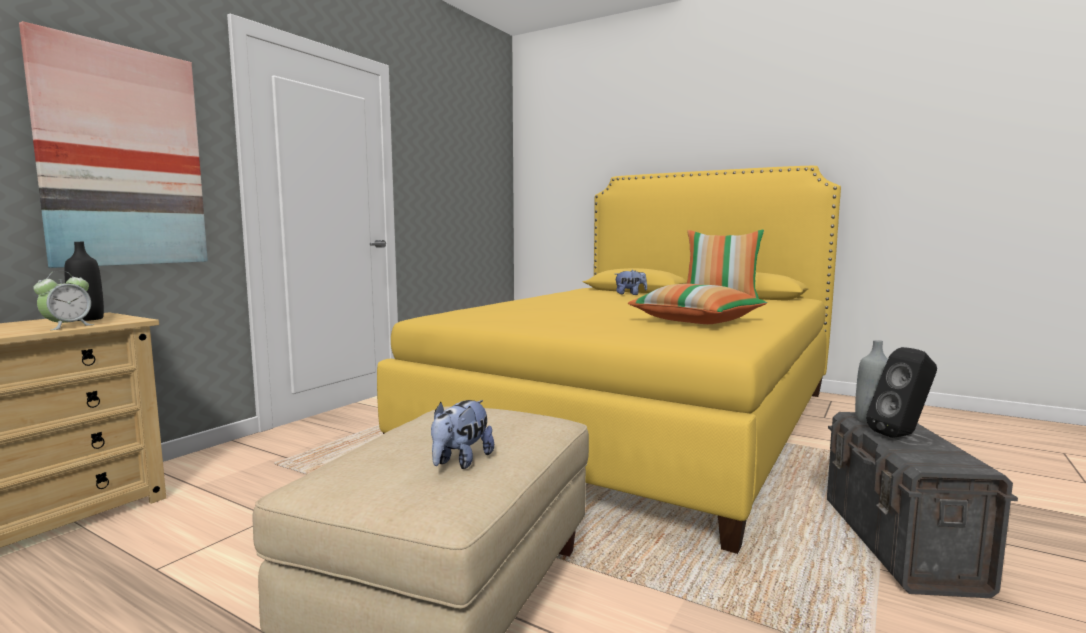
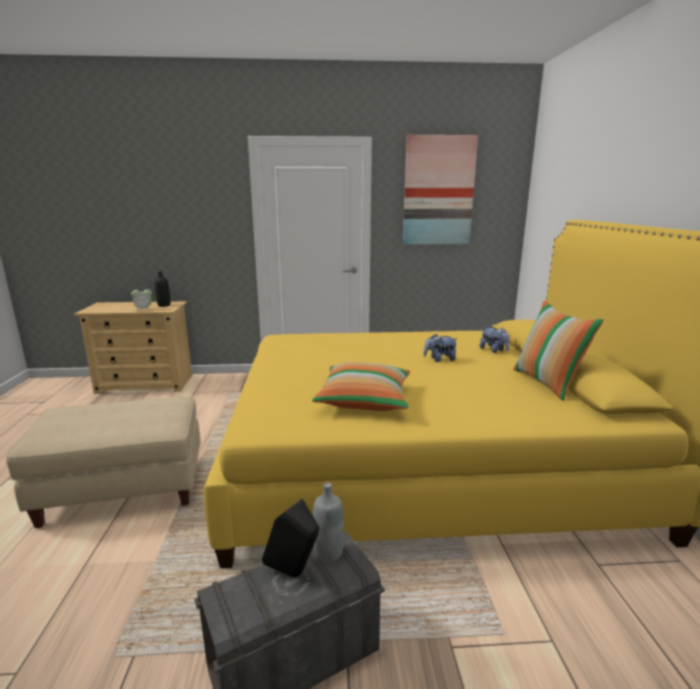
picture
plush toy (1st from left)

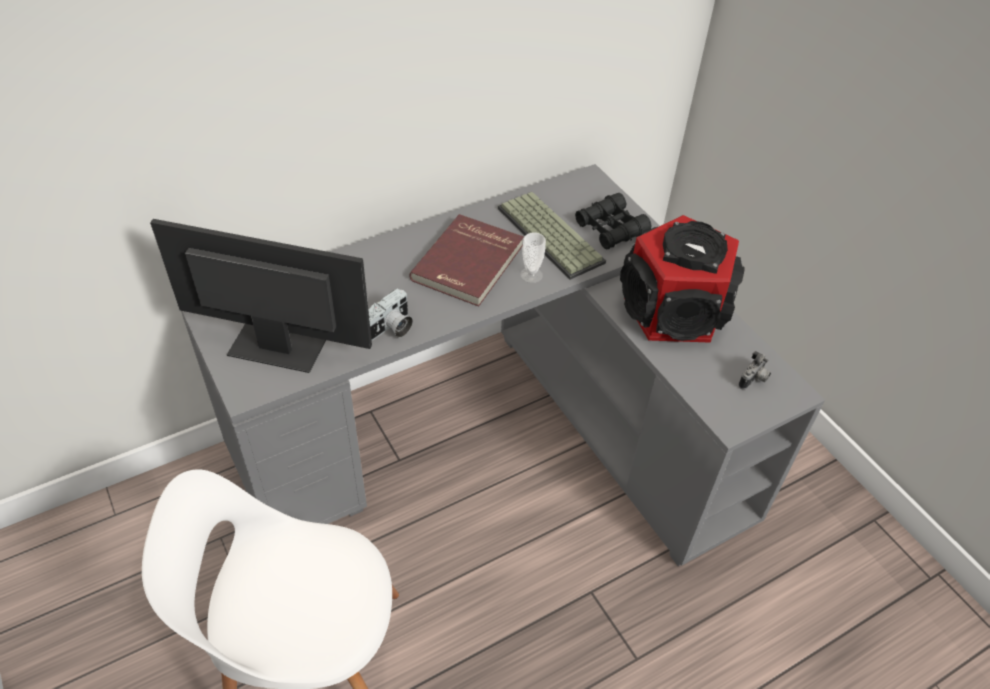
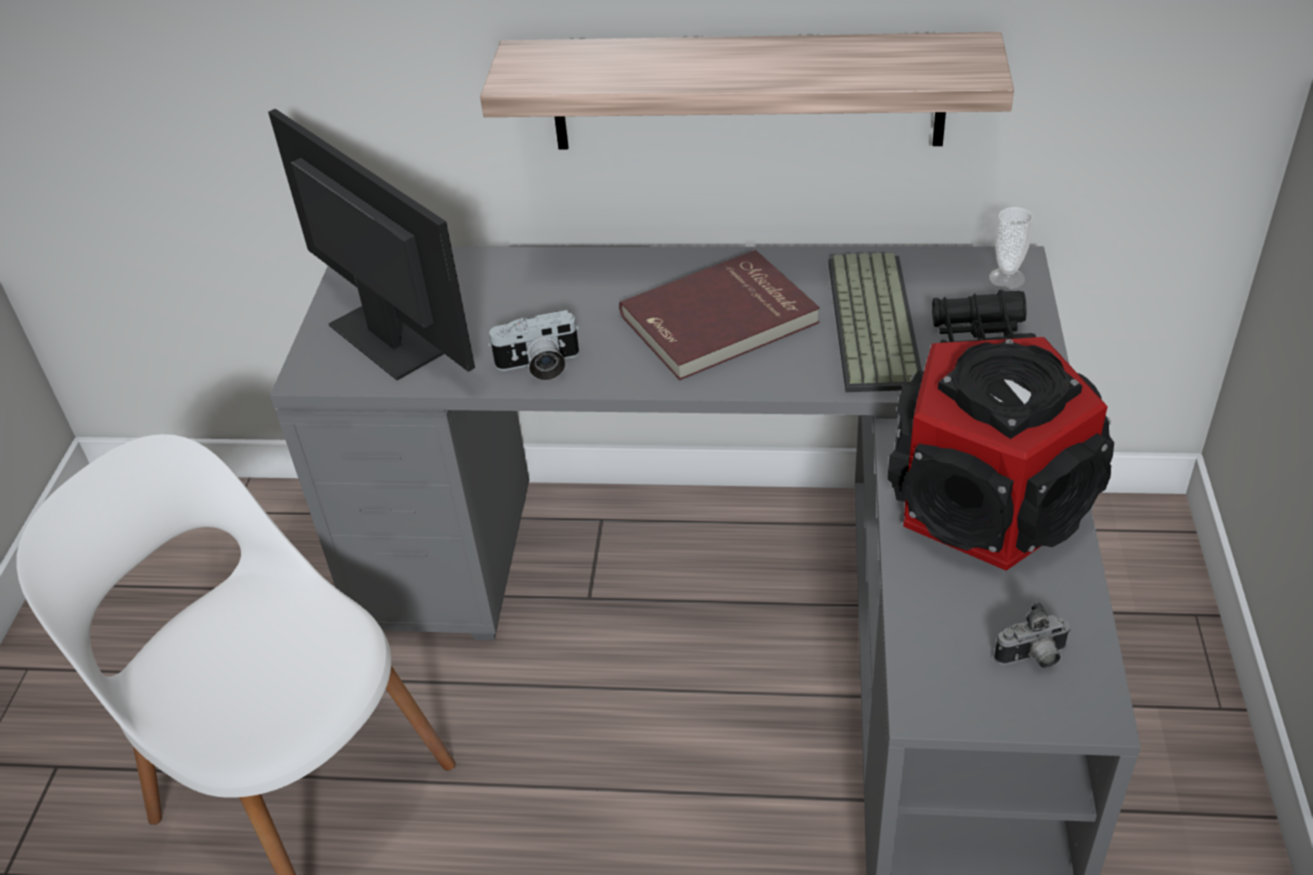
cup
shelf

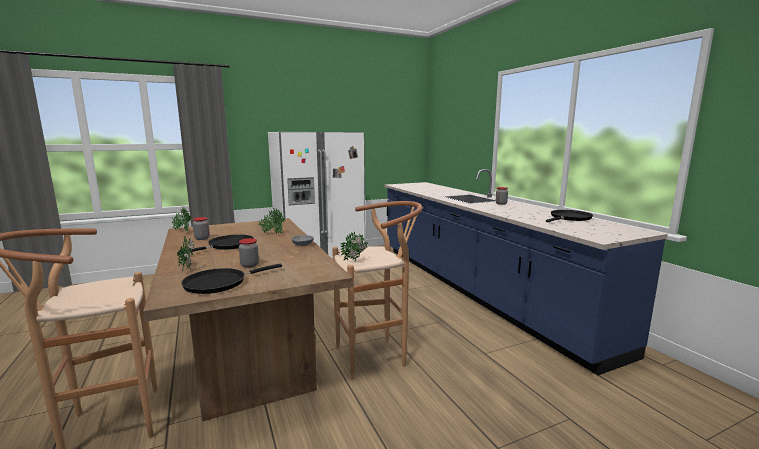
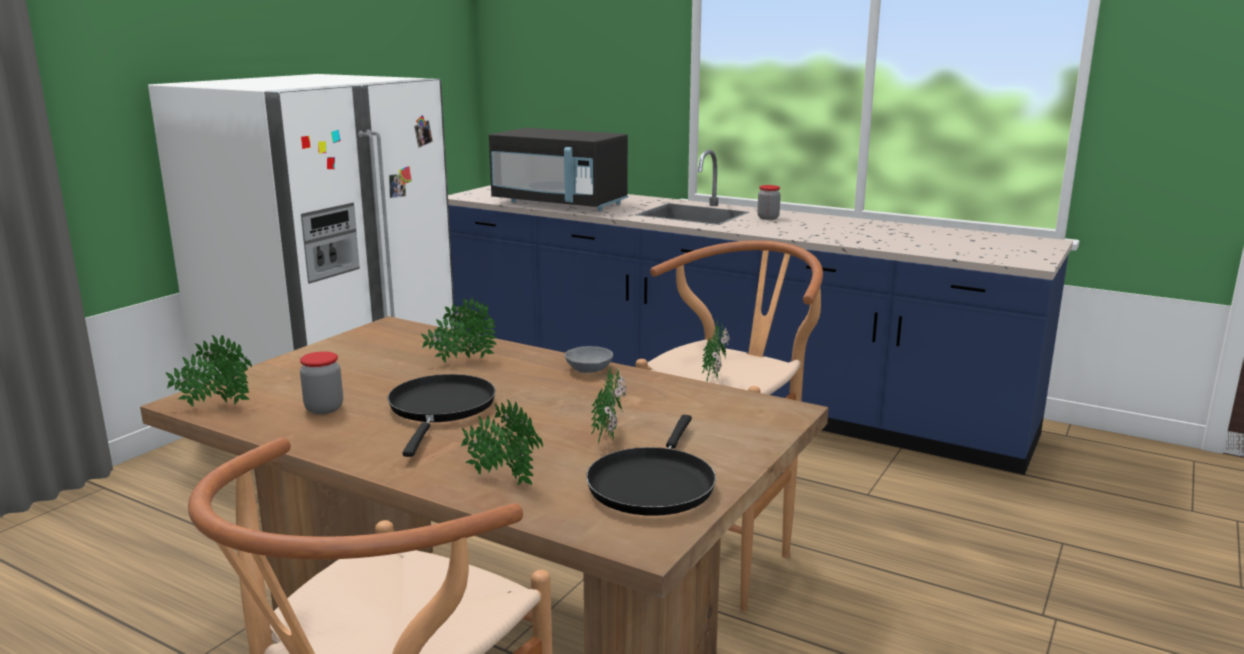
potted plant (4th from left)
frying pan (black) (3rd from left in the first image)
microwave (black)

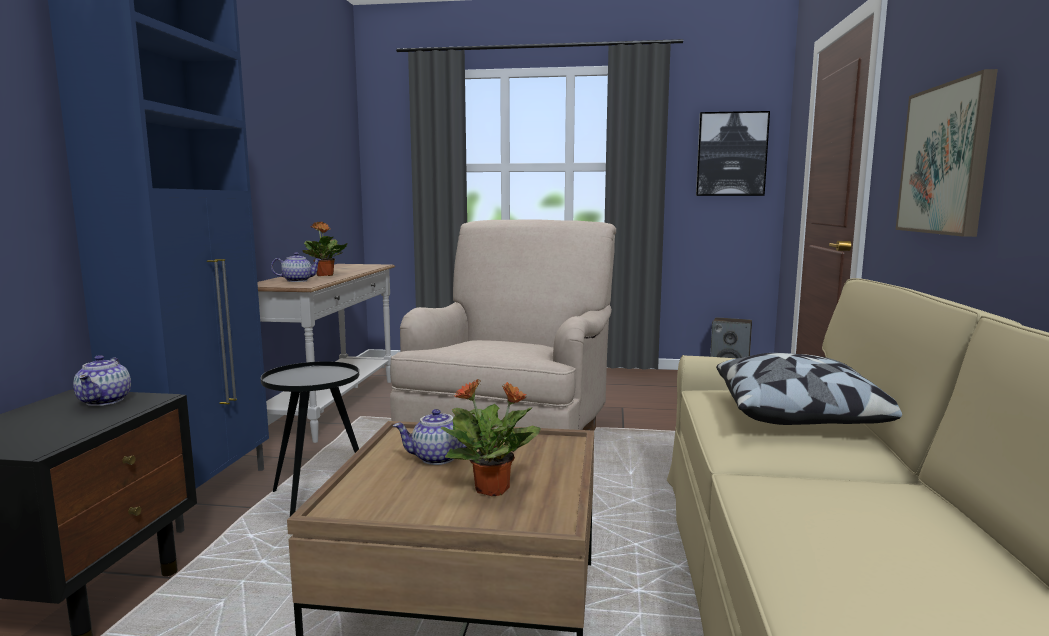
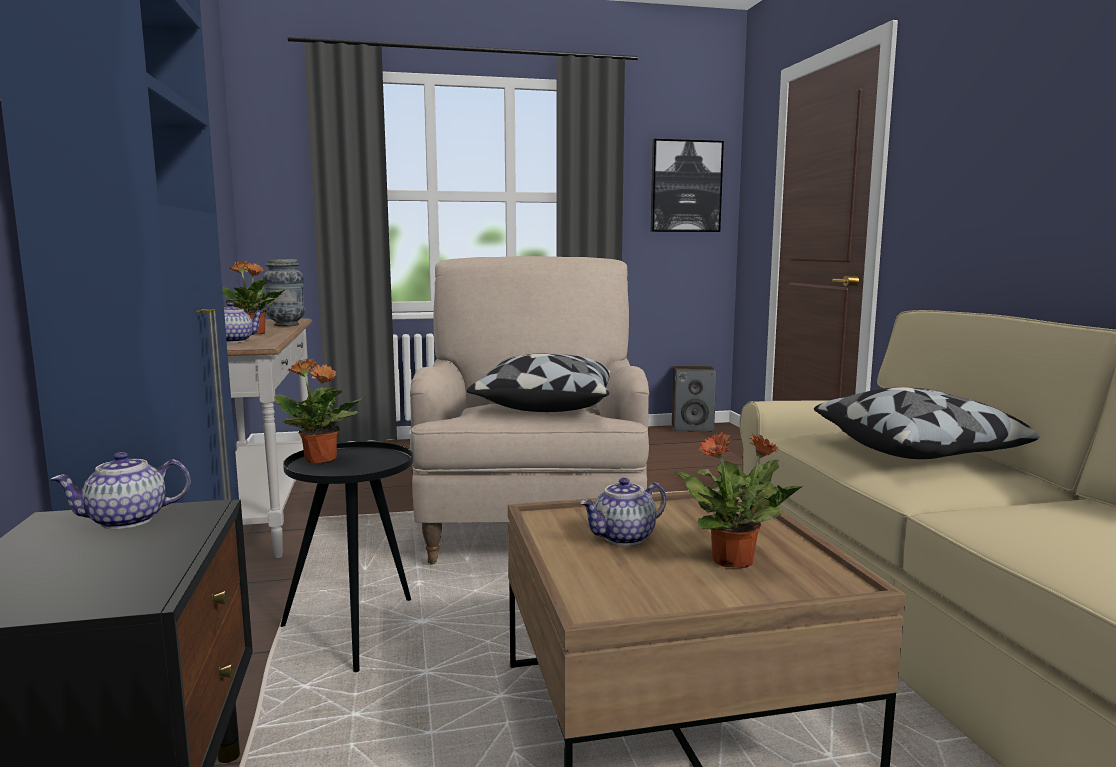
teapot (1st from left)
picture (2nd from left in the first image)
vase
potted plant (2nd from left)
pillow (1st from left)

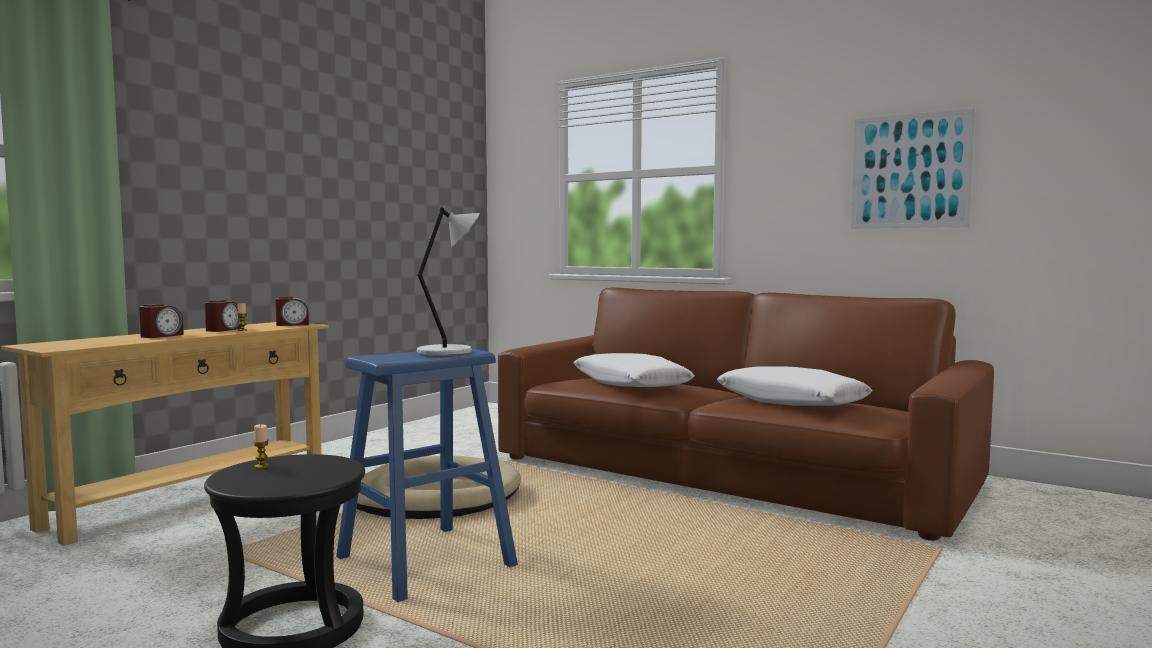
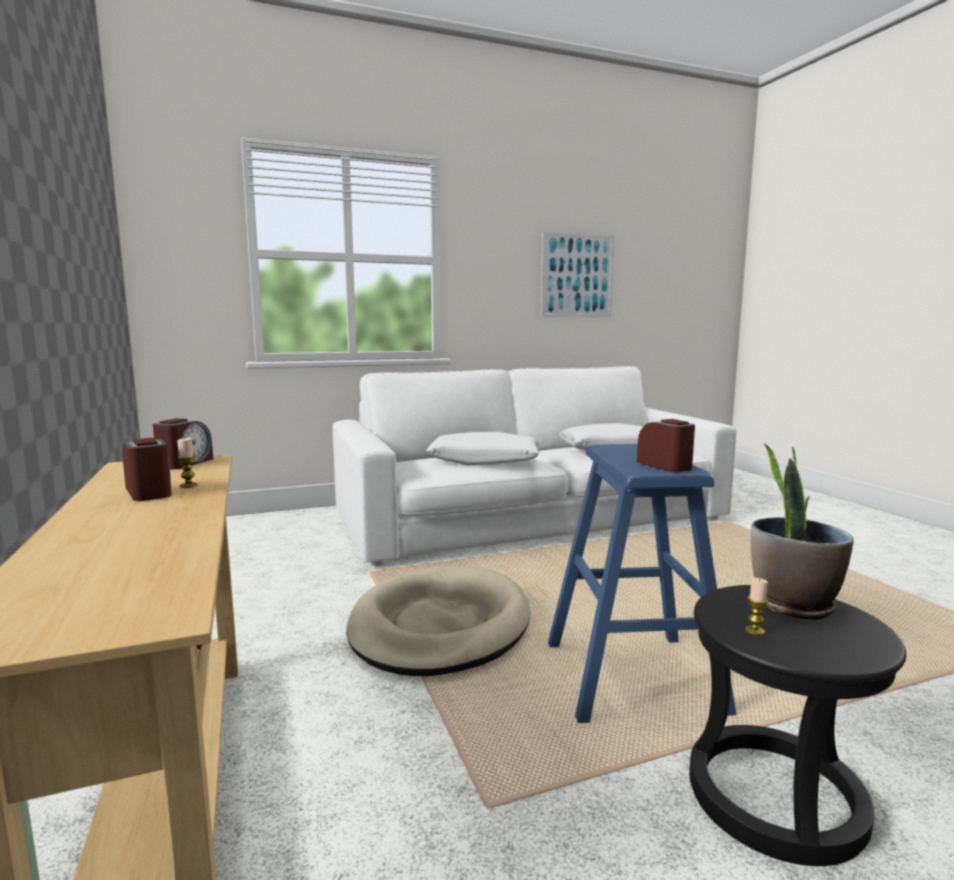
alarm clock (3rd from left)
table lamp (grey)
sofa (white)
potted plant

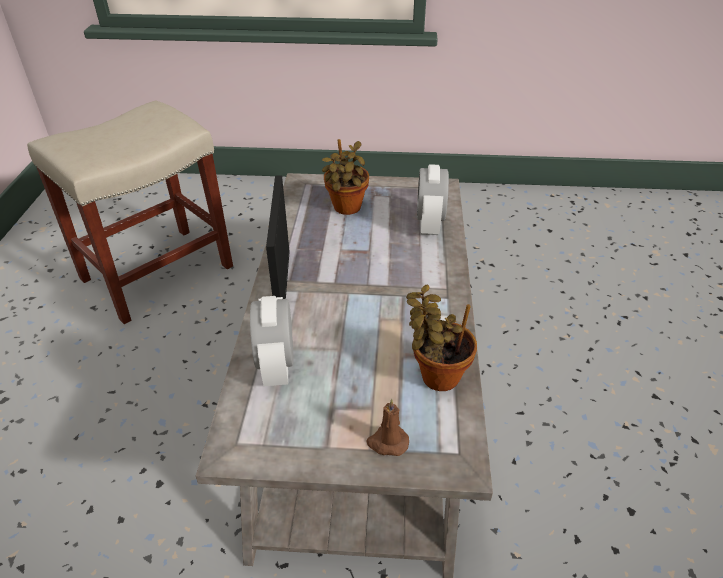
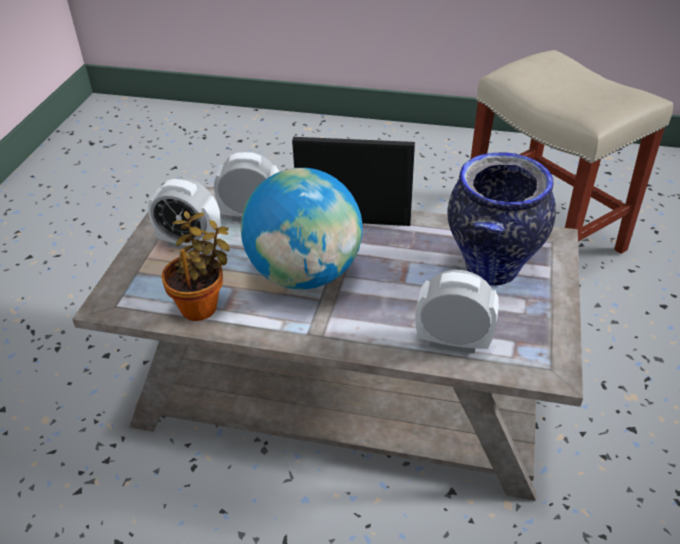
vase
candle (brown)
alarm clock (1st from left)
globe

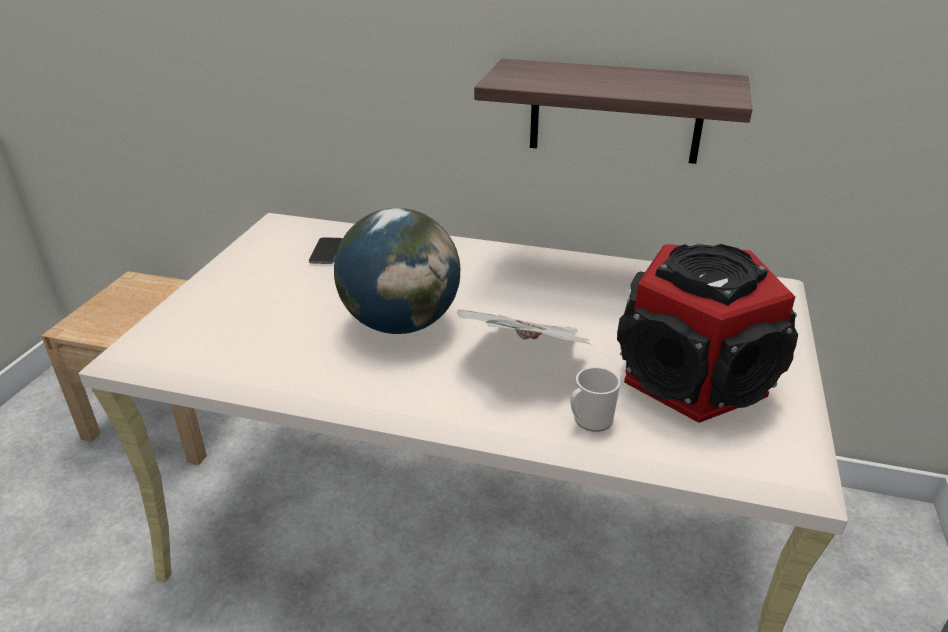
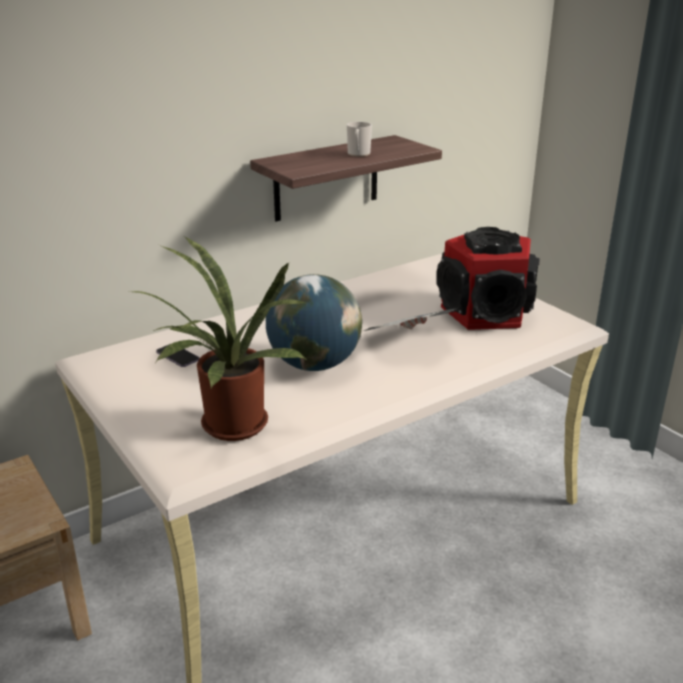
mug
potted plant

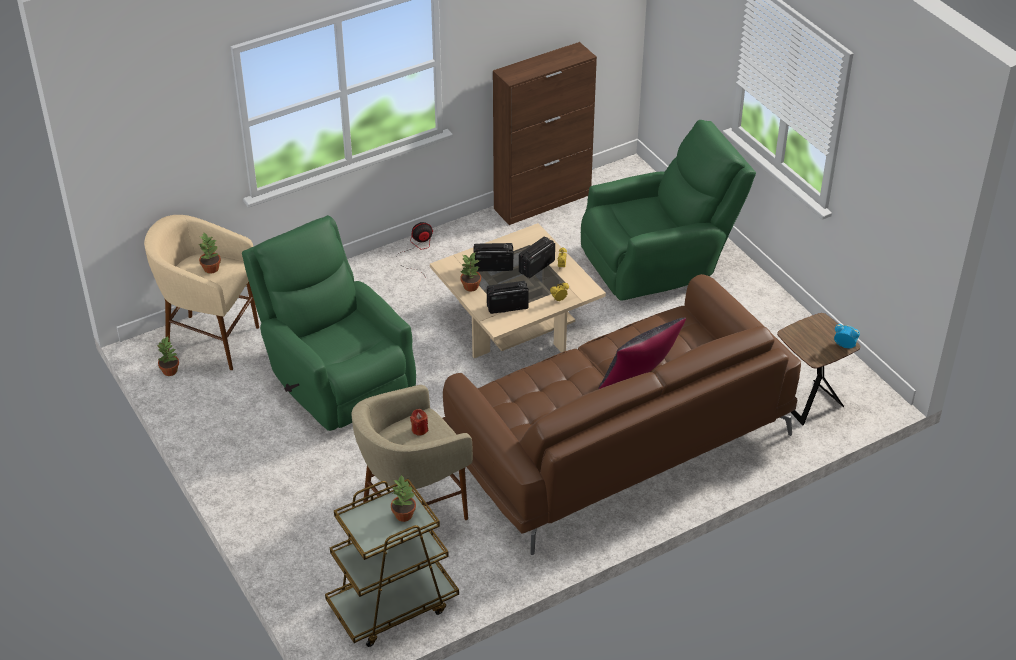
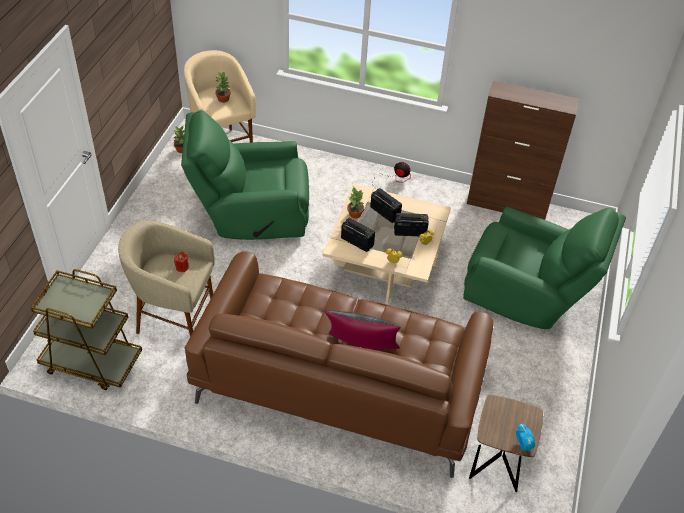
armchair (green) (1st from left)
potted plant (3rd from left in the first image)

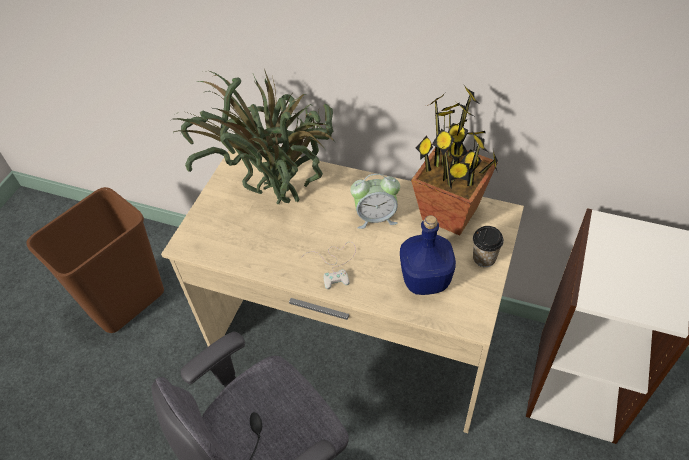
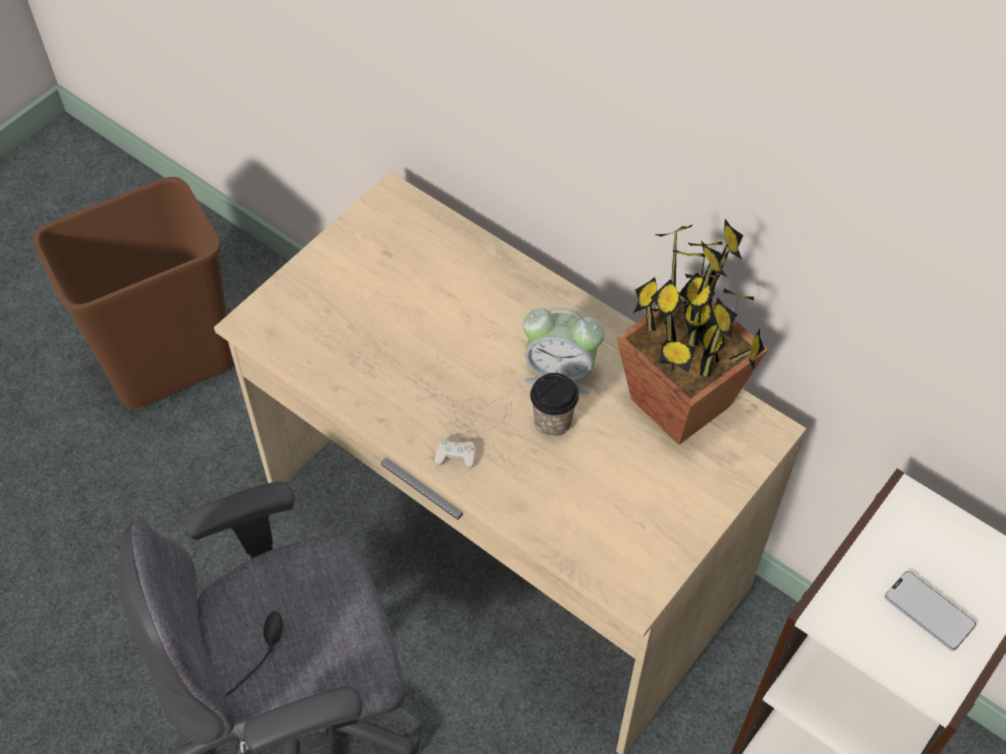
potted plant (1st from left in the first image)
bottle (blue)
cup
phone

